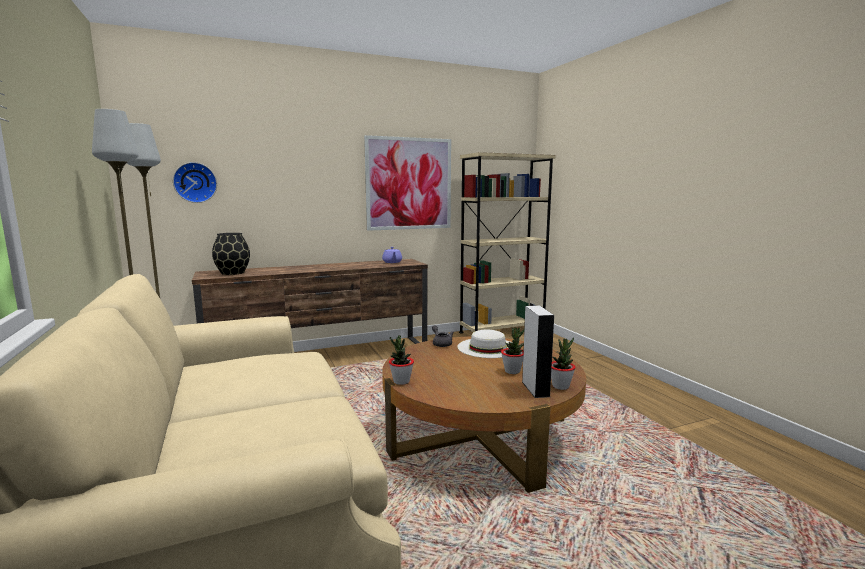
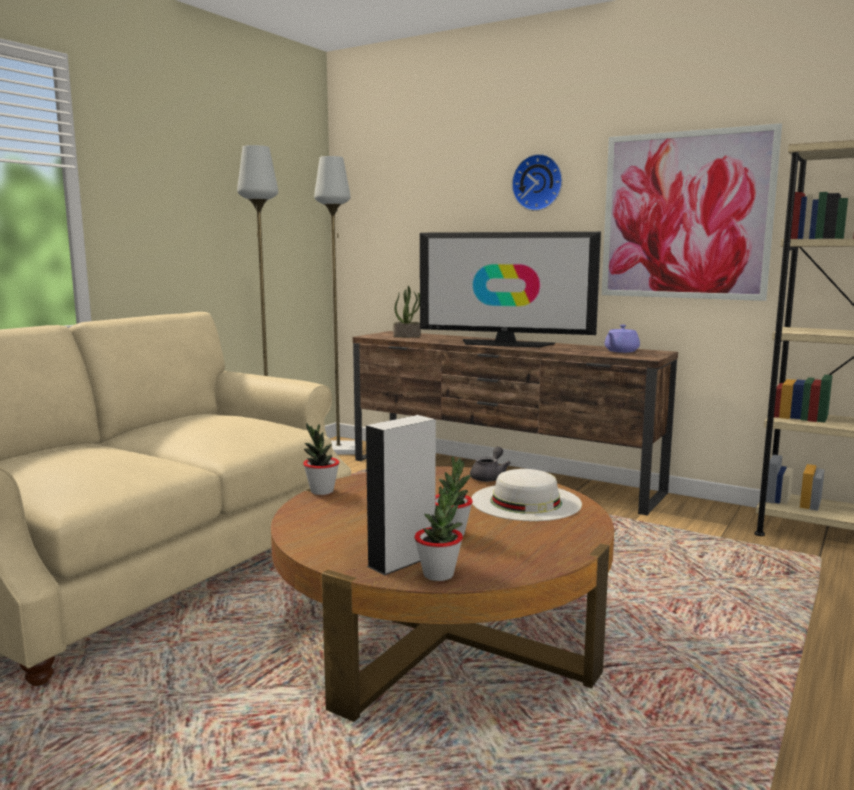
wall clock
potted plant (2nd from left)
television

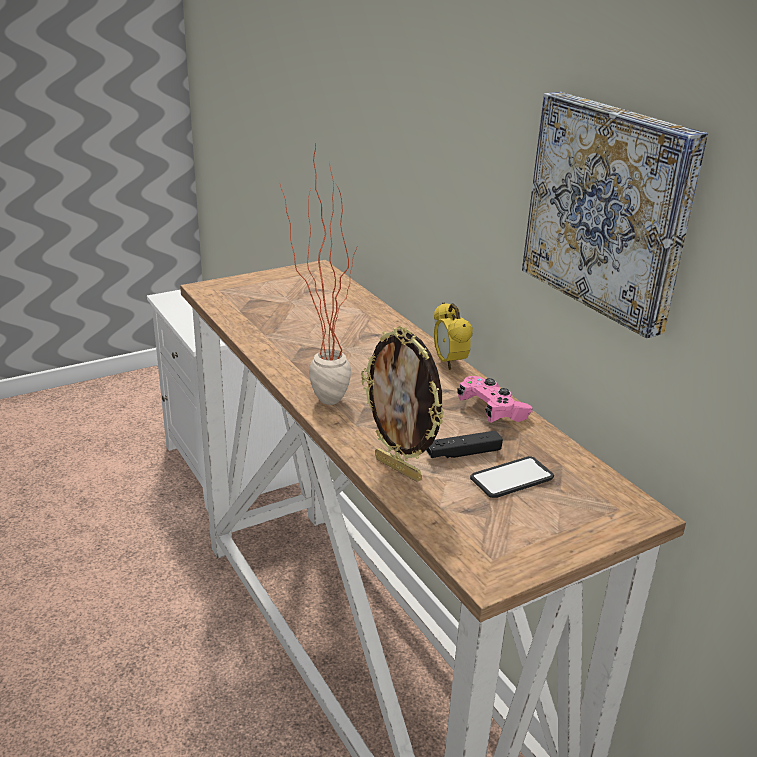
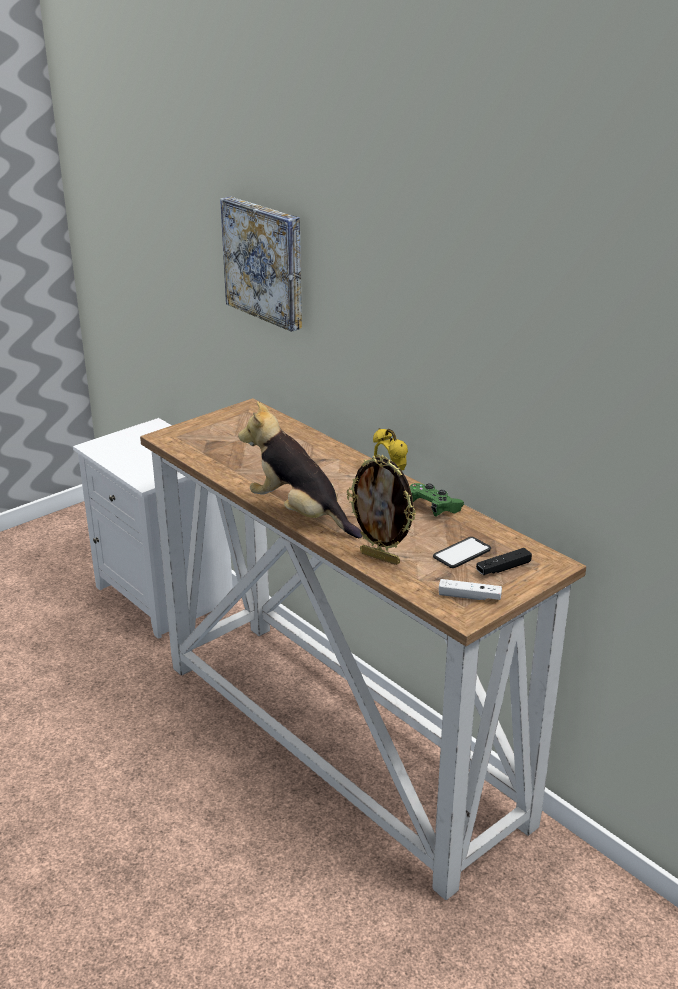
plush toy
game controller (black)
game controller (green)
picture
game controller (white)

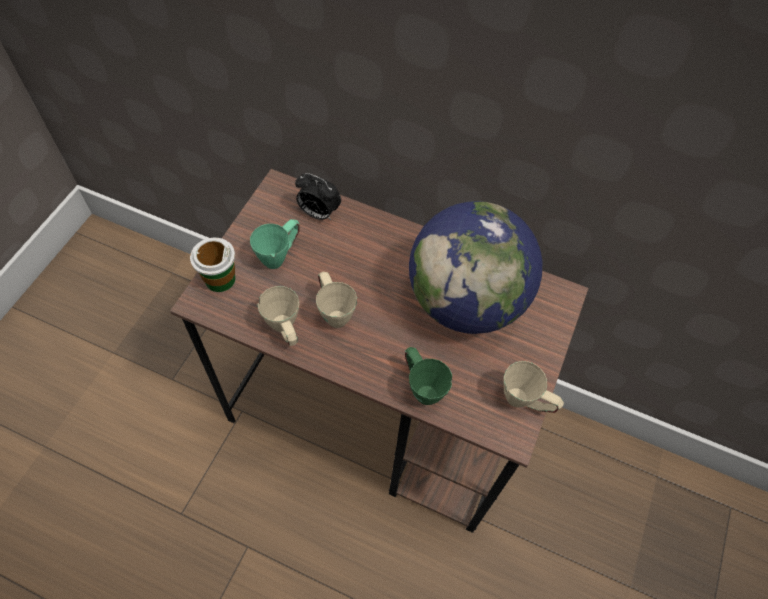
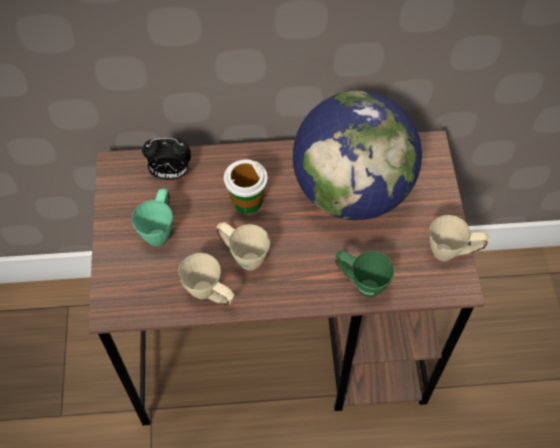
cup

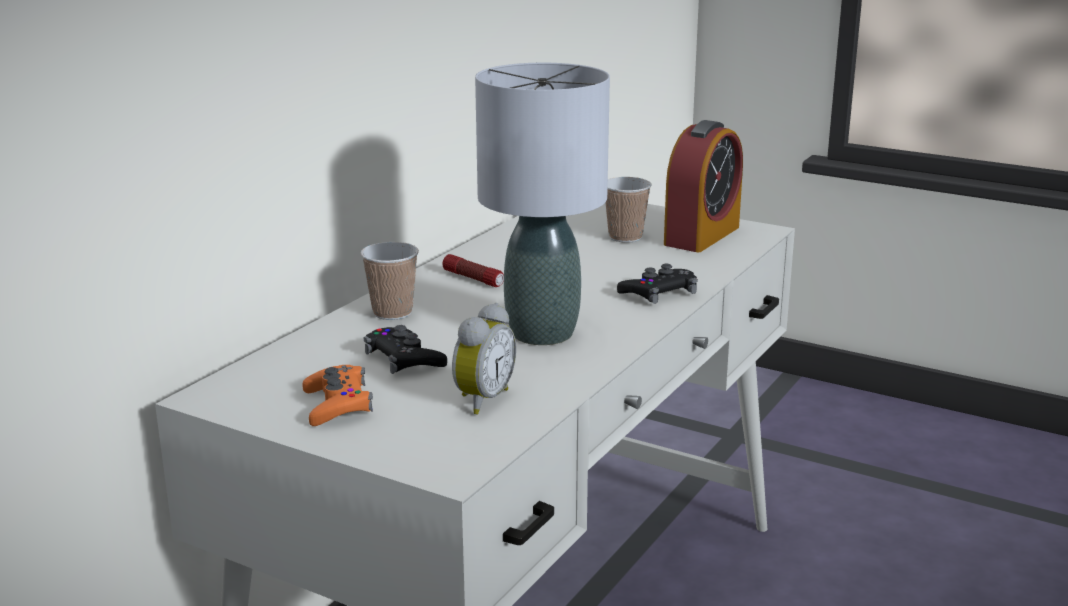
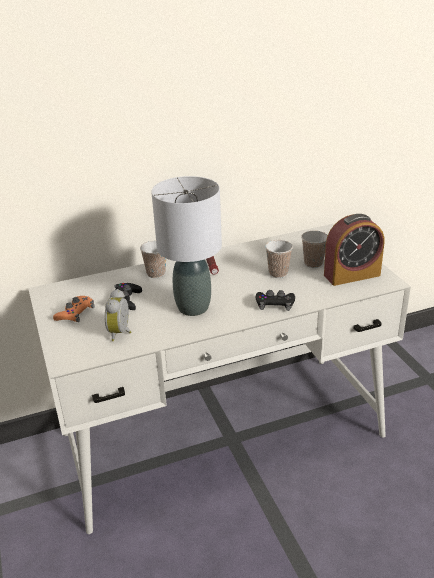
alarm clock (1st from left)
cup (2nd from left)

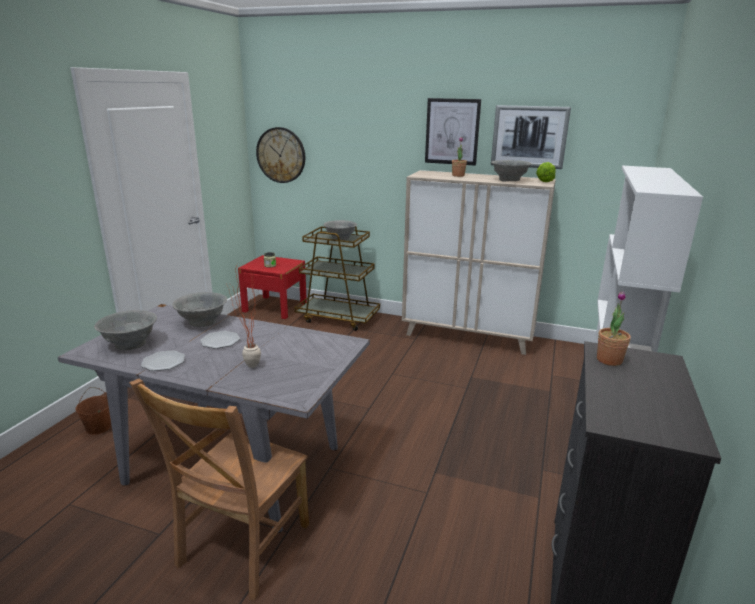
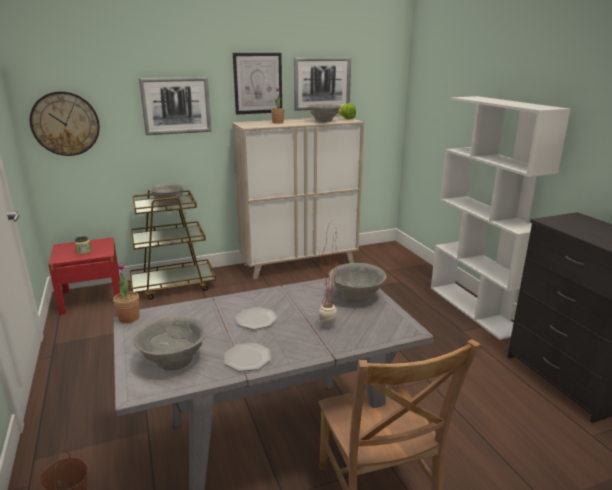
bowl (grey) (4th from left)
potted plant (1st from left)
picture (1st from left)

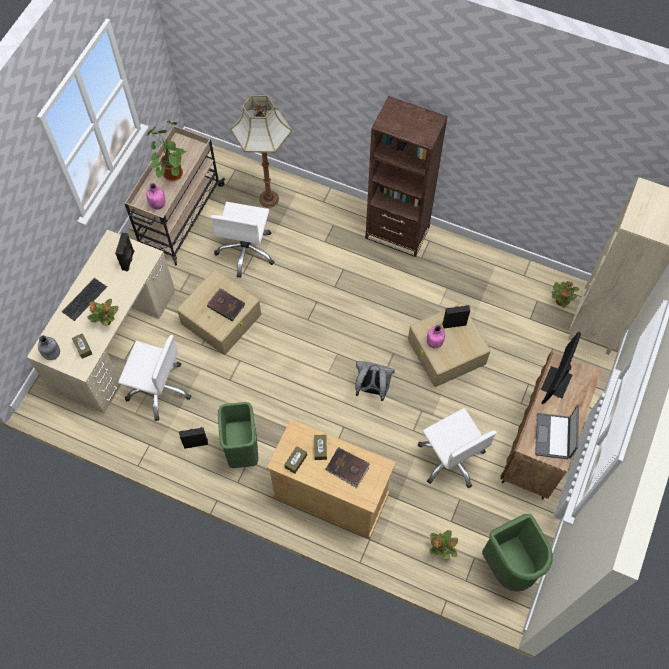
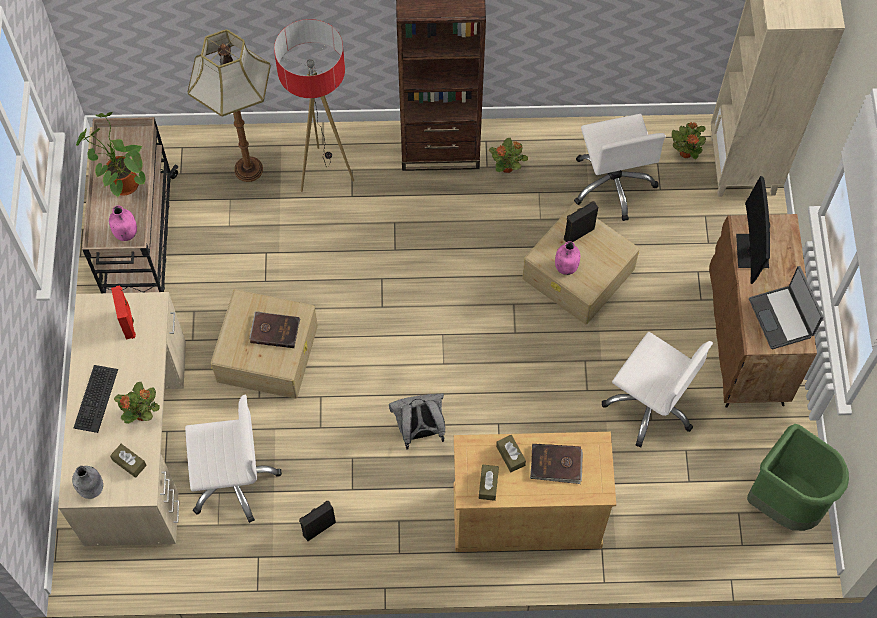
speaker (red)
office chair (white) (2nd from left)
trash can (green) (1st from left in the first image)
backpack (grey)
potted plant (3rd from left)
floor lamp (2nd from left)

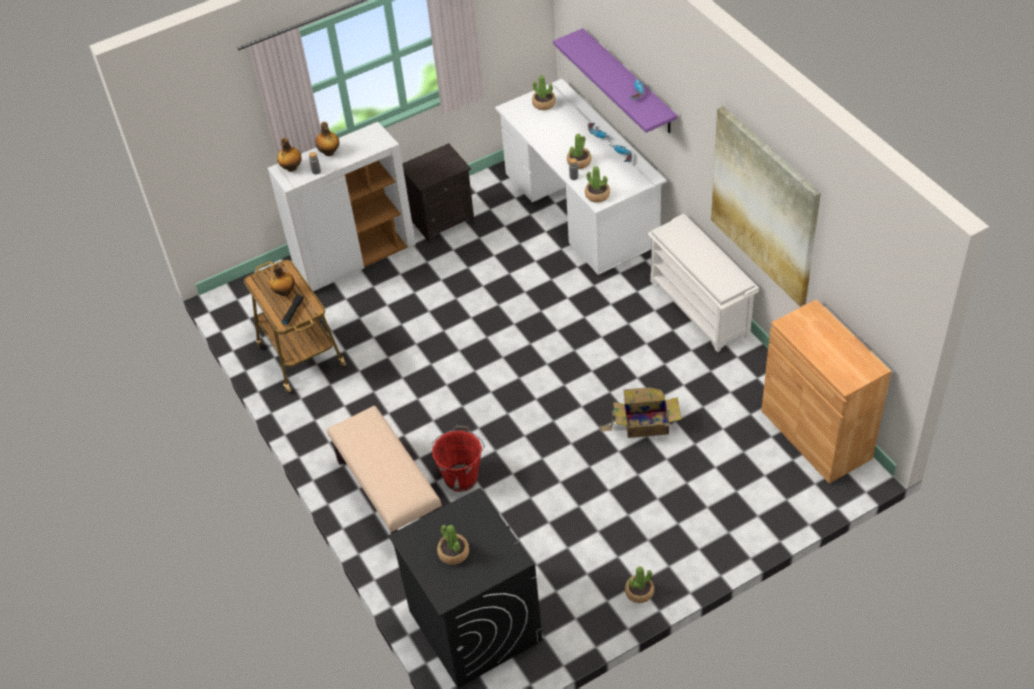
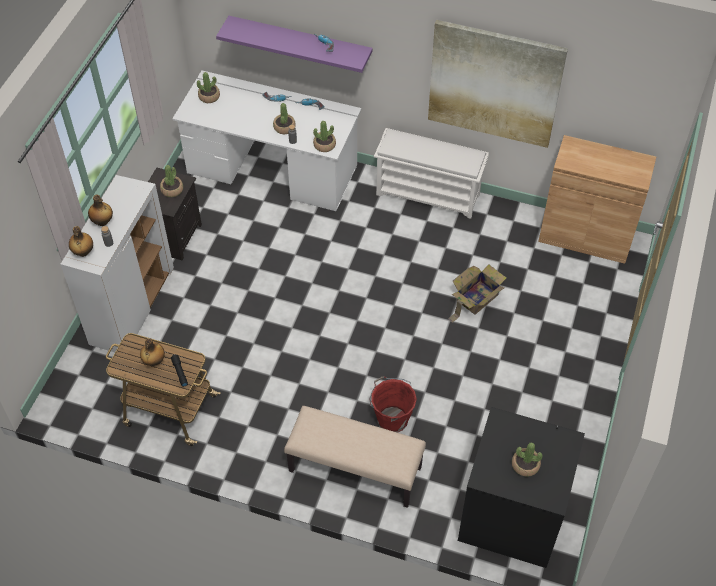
potted plant (1st from left)

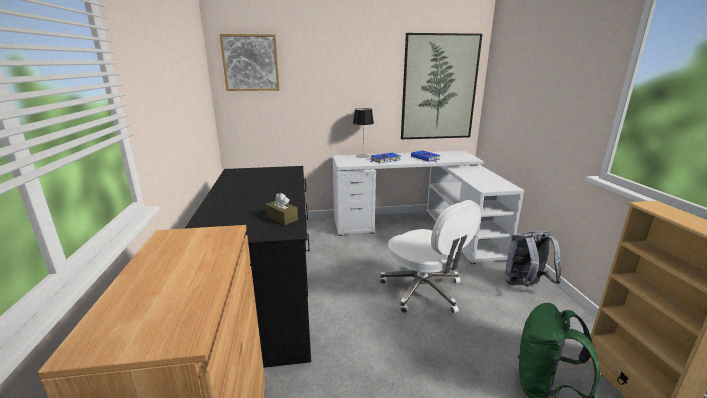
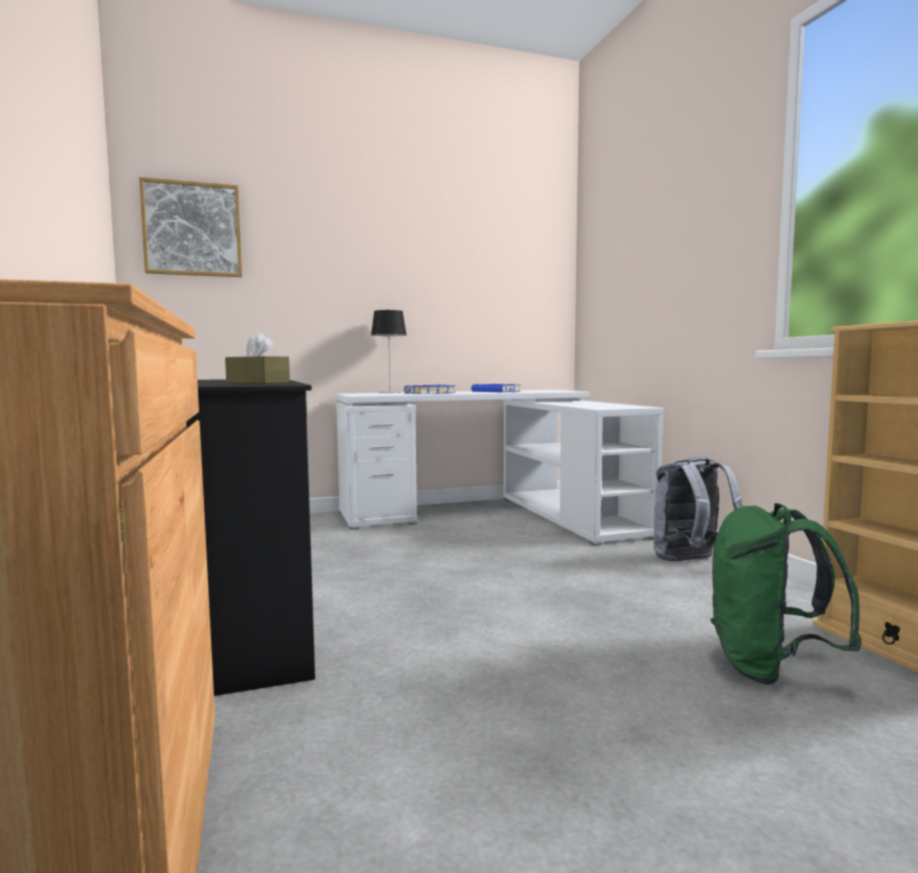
office chair (white)
picture (2nd from left in the first image)

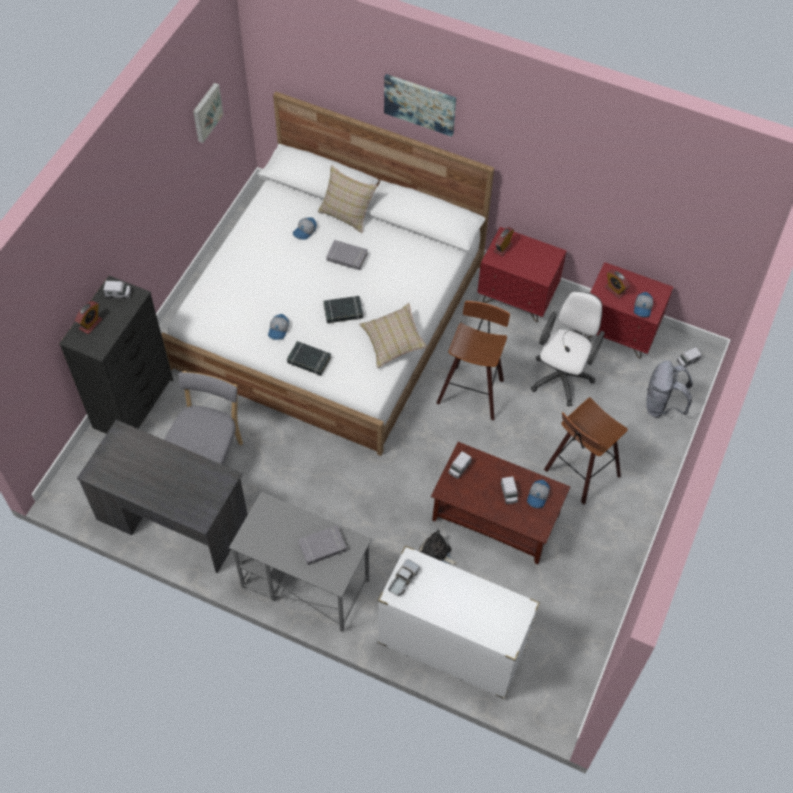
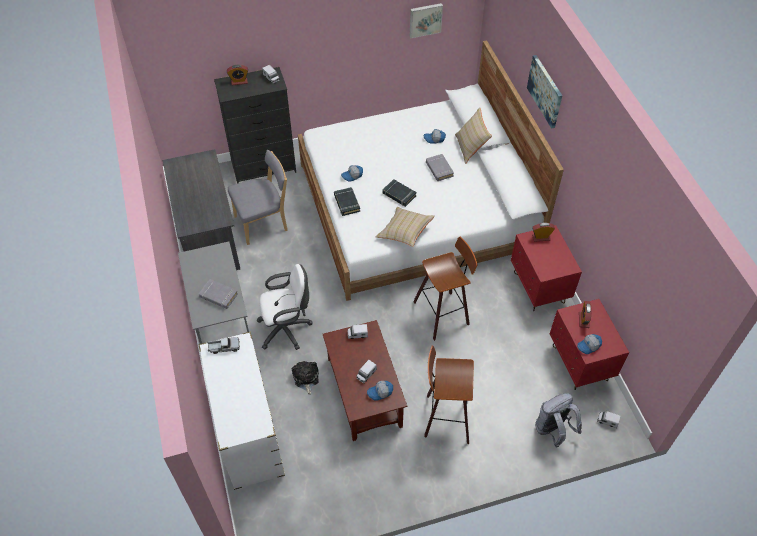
office chair (white)

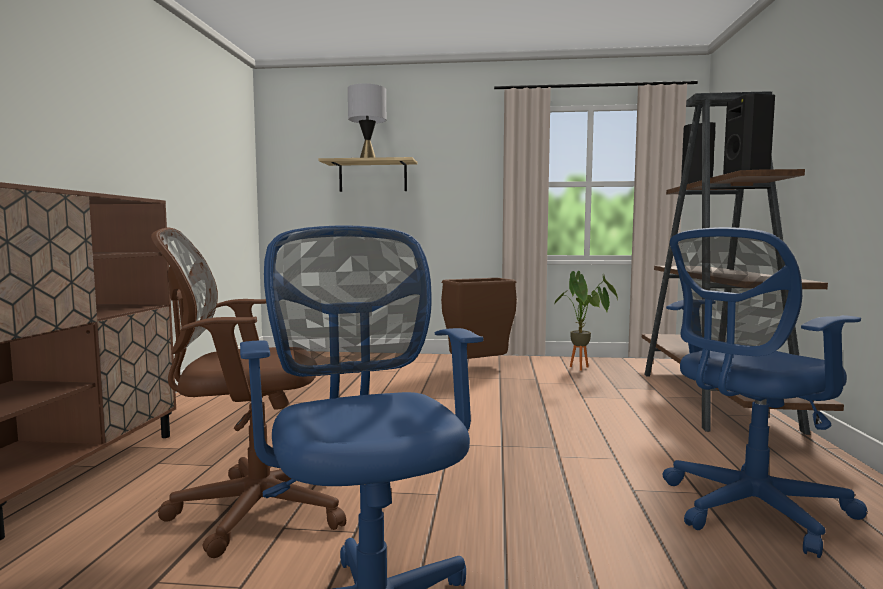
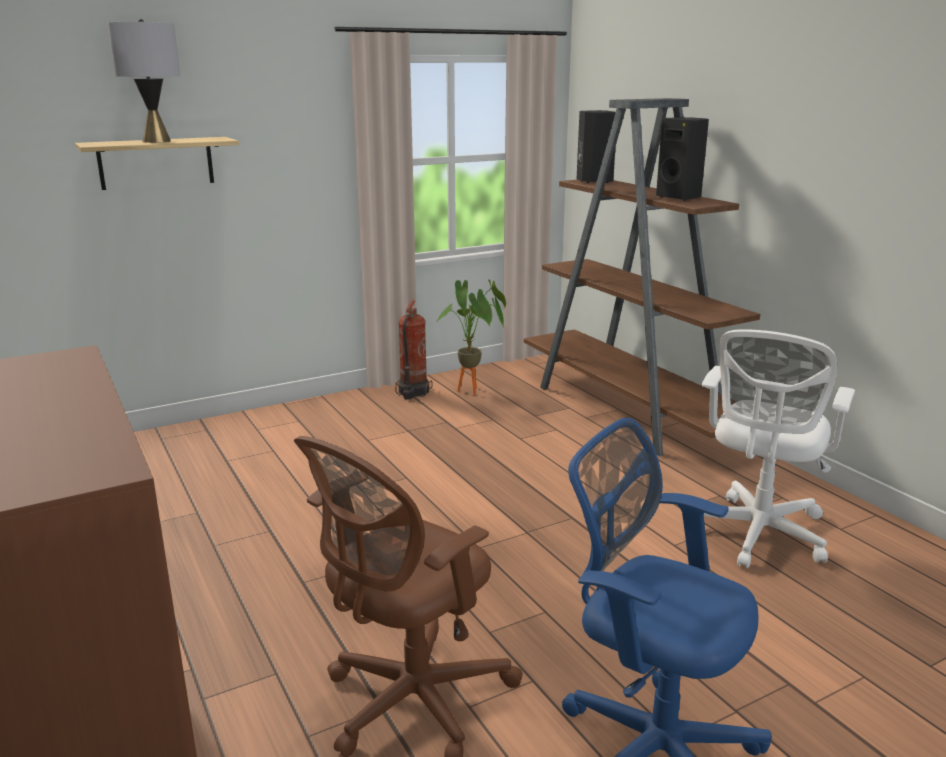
trash can (brown)
office chair (white)
fire extinguisher

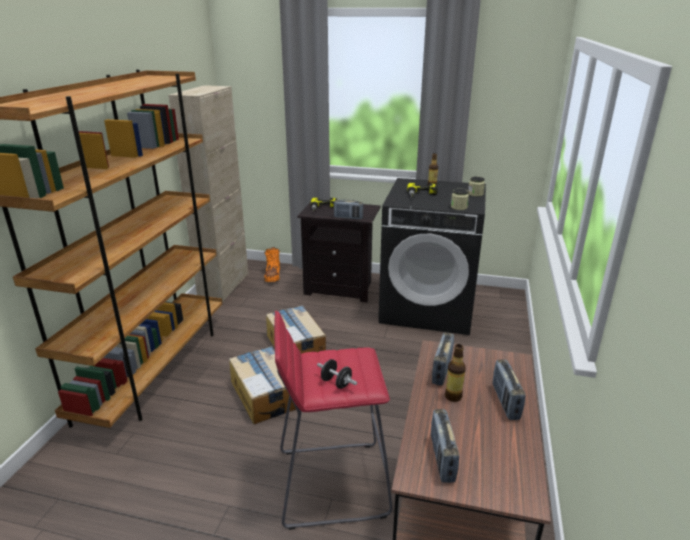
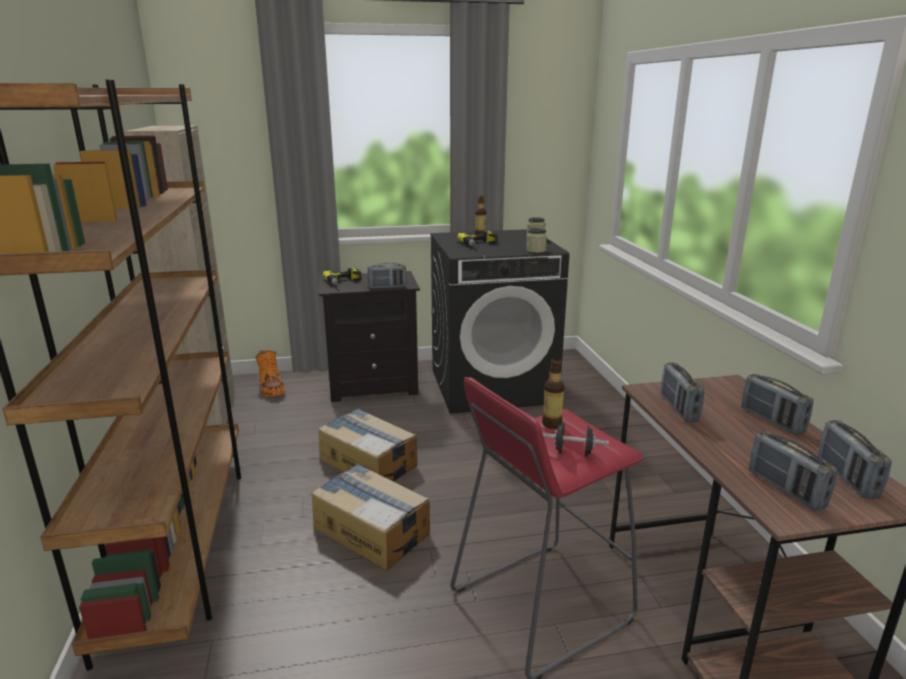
bottle (2nd from left)
radio (5th from left)

